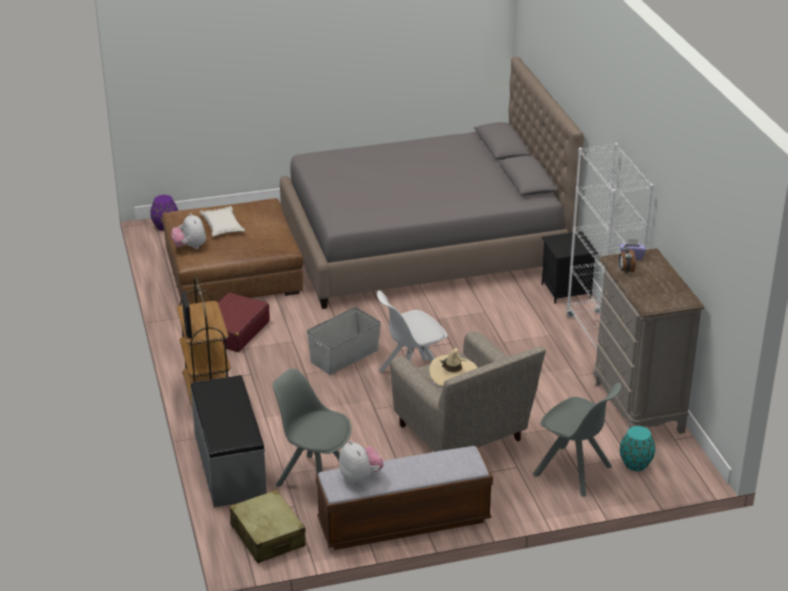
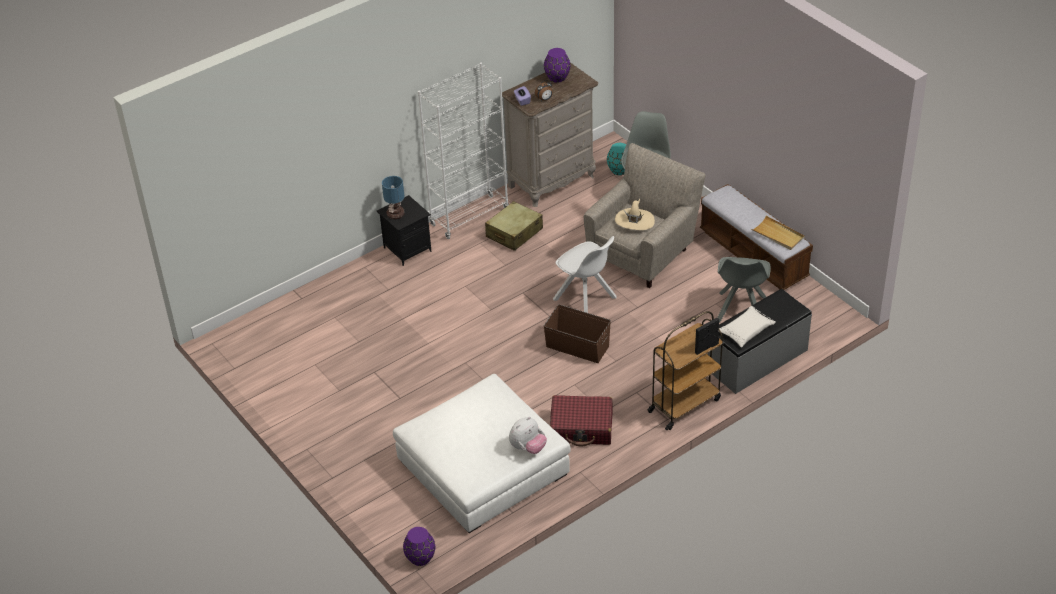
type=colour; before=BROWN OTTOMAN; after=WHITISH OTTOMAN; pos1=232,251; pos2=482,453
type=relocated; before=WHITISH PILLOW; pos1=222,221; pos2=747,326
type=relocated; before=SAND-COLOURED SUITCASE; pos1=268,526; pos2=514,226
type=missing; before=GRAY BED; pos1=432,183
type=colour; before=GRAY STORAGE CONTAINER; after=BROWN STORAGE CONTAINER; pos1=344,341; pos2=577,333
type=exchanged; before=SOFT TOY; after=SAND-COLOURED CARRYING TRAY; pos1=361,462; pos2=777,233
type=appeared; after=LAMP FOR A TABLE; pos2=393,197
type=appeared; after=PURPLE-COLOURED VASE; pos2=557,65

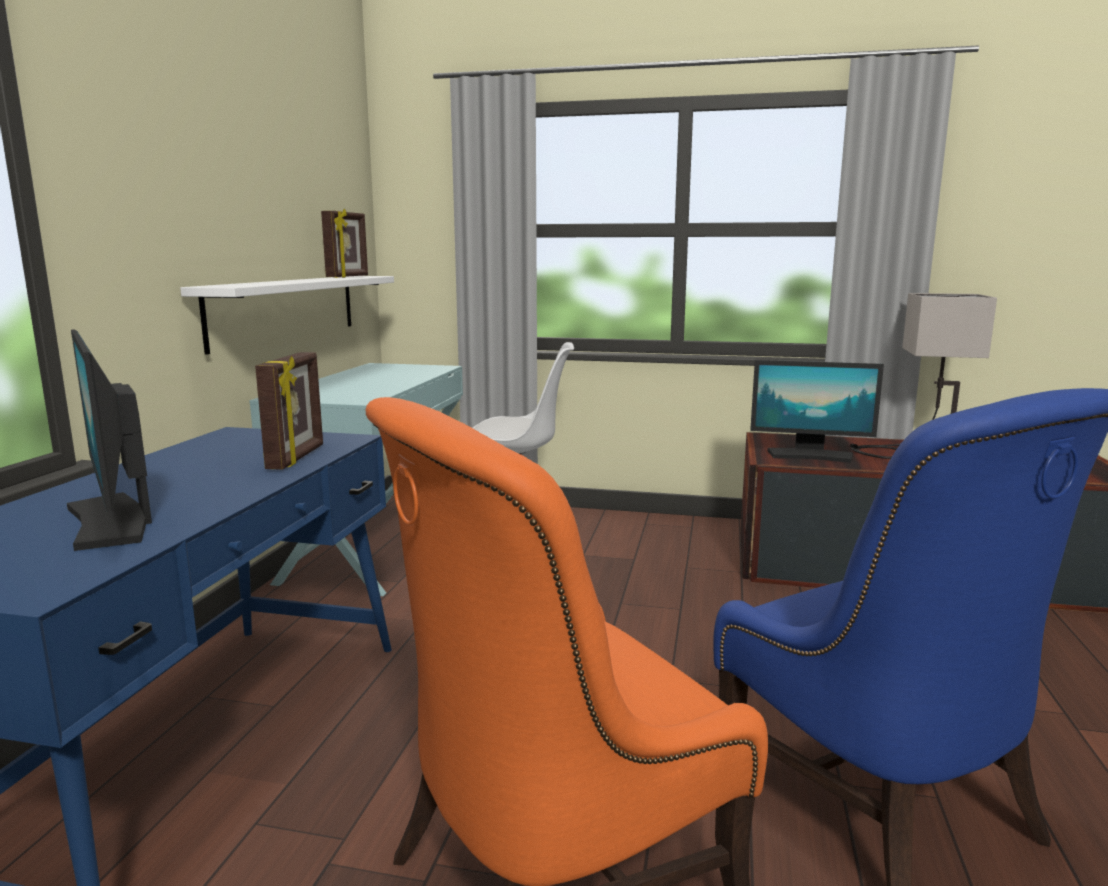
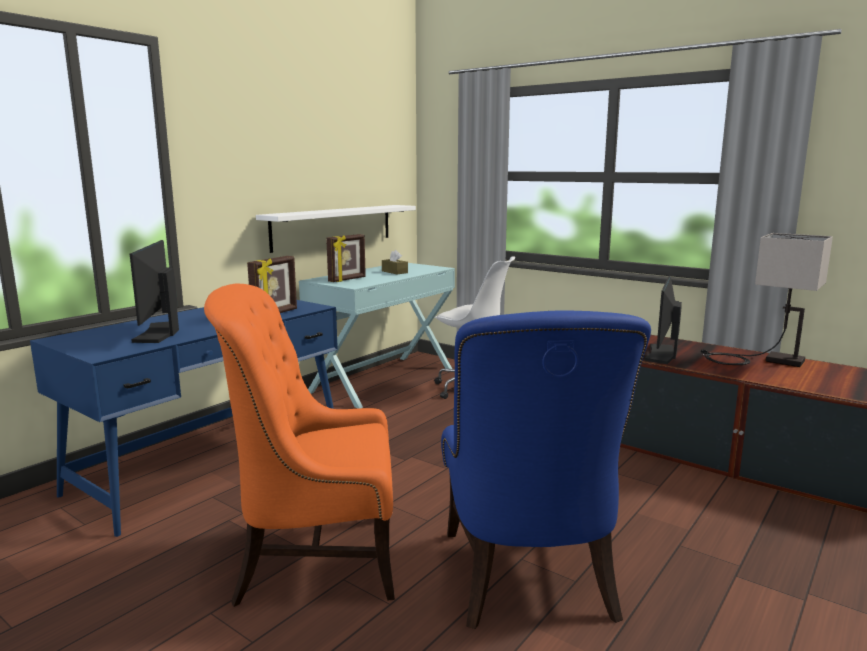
type=relocated; before=PHOTO FRAME; pos1=344,243; pos2=346,258
type=spun; before=MONITOR; pos1=817,411; pos2=663,320; turn=75
type=appeared; after=BROWN TISSUE HOLDER; pos2=395,262

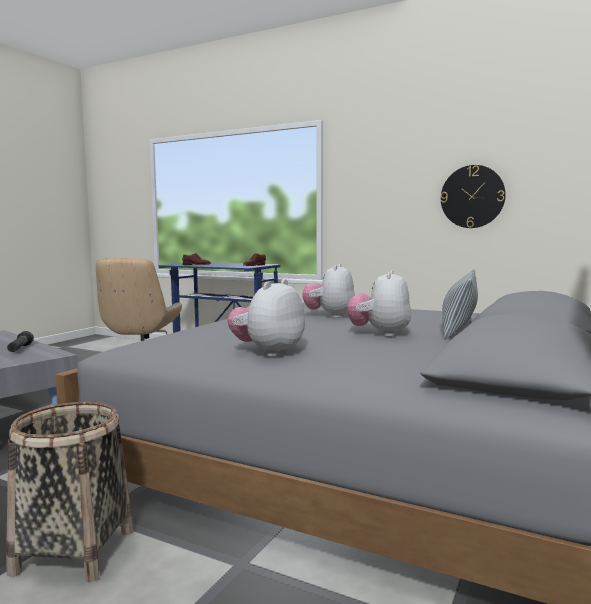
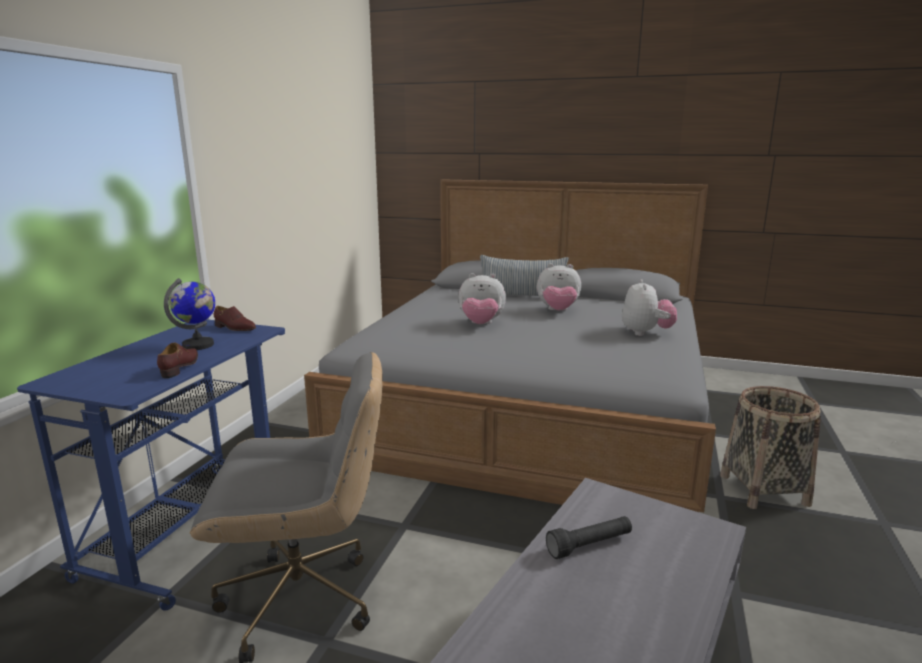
type=spun; before=SOFT TOY; pos1=266,318; pos2=649,307; turn=-105
type=missing; before=HANGING CLOCK; pos1=473,196
type=appeared; after=WORLD GLOBE; pos2=189,314

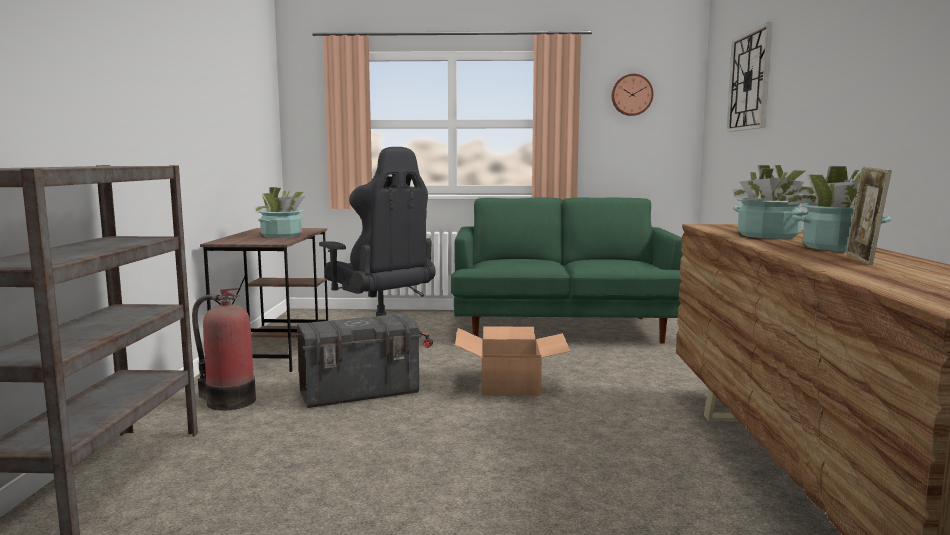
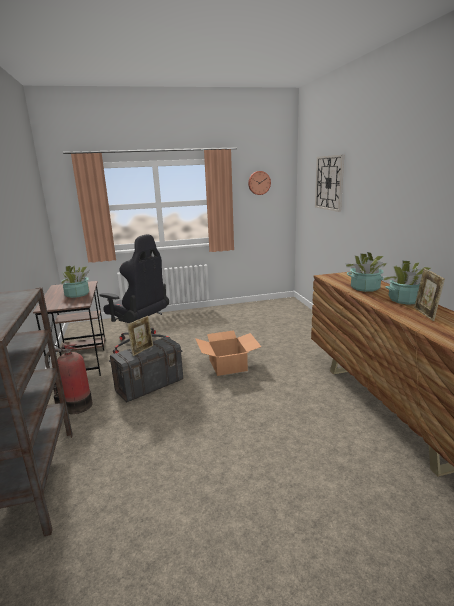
type=missing; before=GREEN SETTEE; pos1=567,270
type=appeared; after=PHOTO FRAME; pos2=140,336

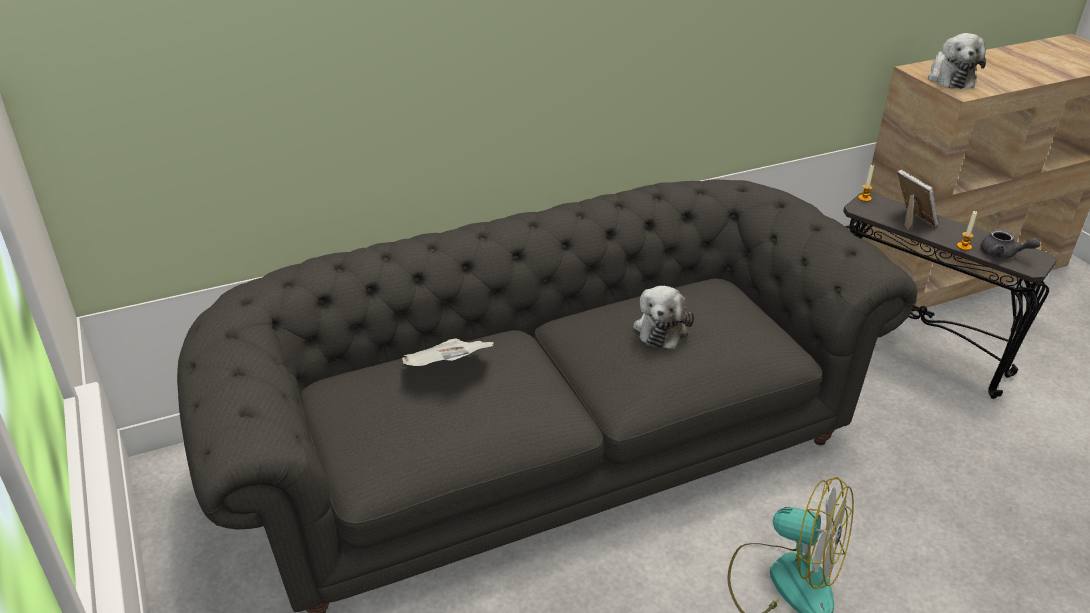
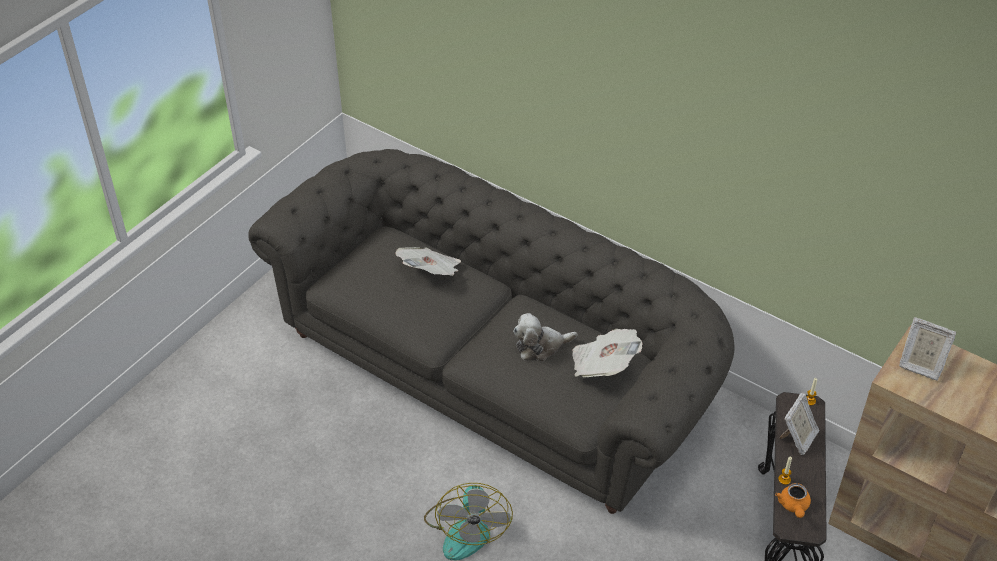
type=exchanged; before=SOFT TOY; after=PHOTO FRAME; pos1=957,61; pos2=927,348
type=colour; before=GRAY POT FOR TEA; after=ORANGE POT FOR TEA; pos1=1010,244; pos2=793,500
type=appeared; after=DAILY PAPER; pos2=607,353

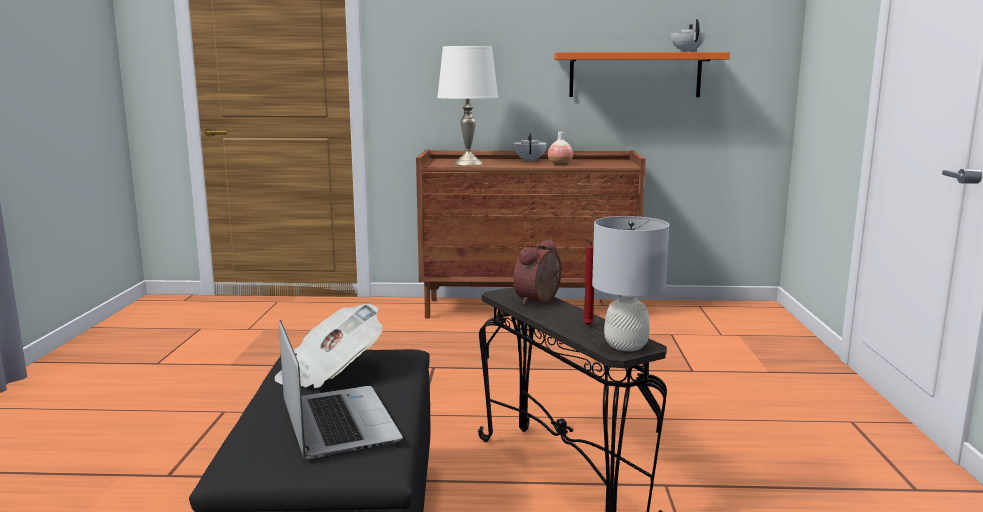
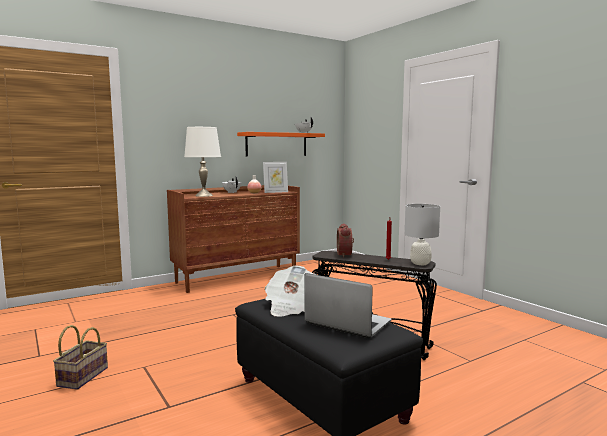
type=appeared; after=HOUSEHOLD BASKET; pos2=80,357
type=appeared; after=PHOTO FRAME; pos2=275,177

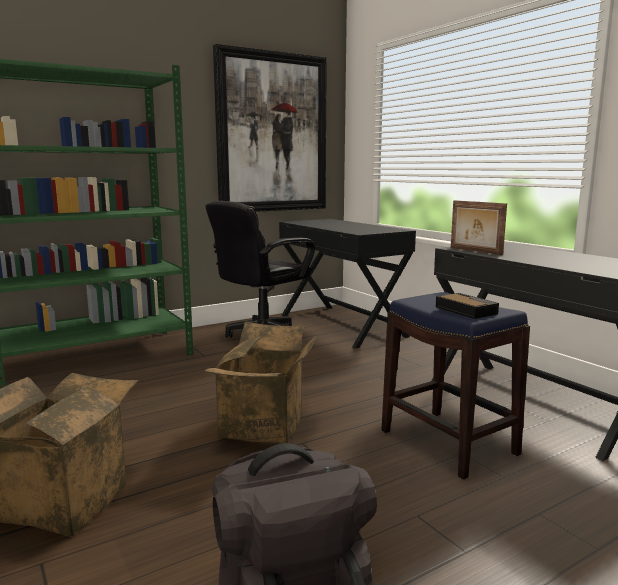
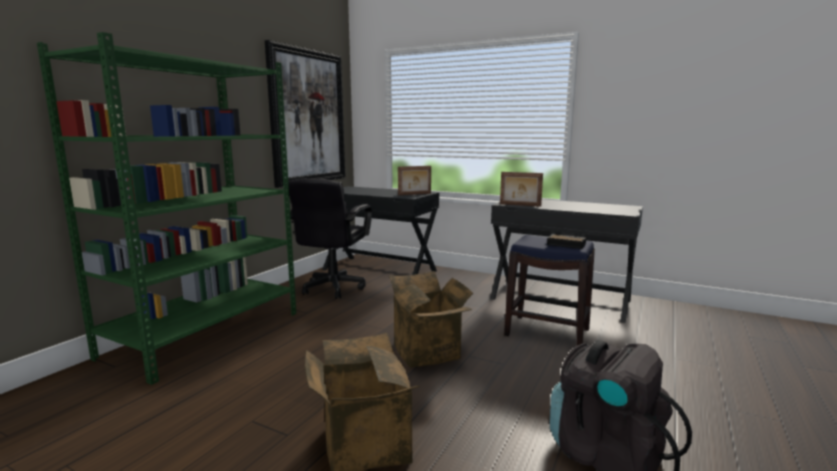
type=appeared; after=PHOTO FRAME; pos2=414,180

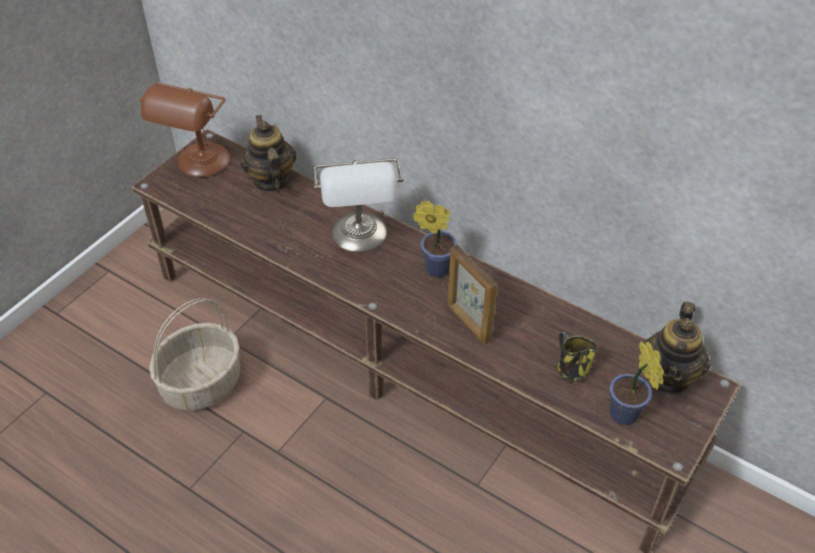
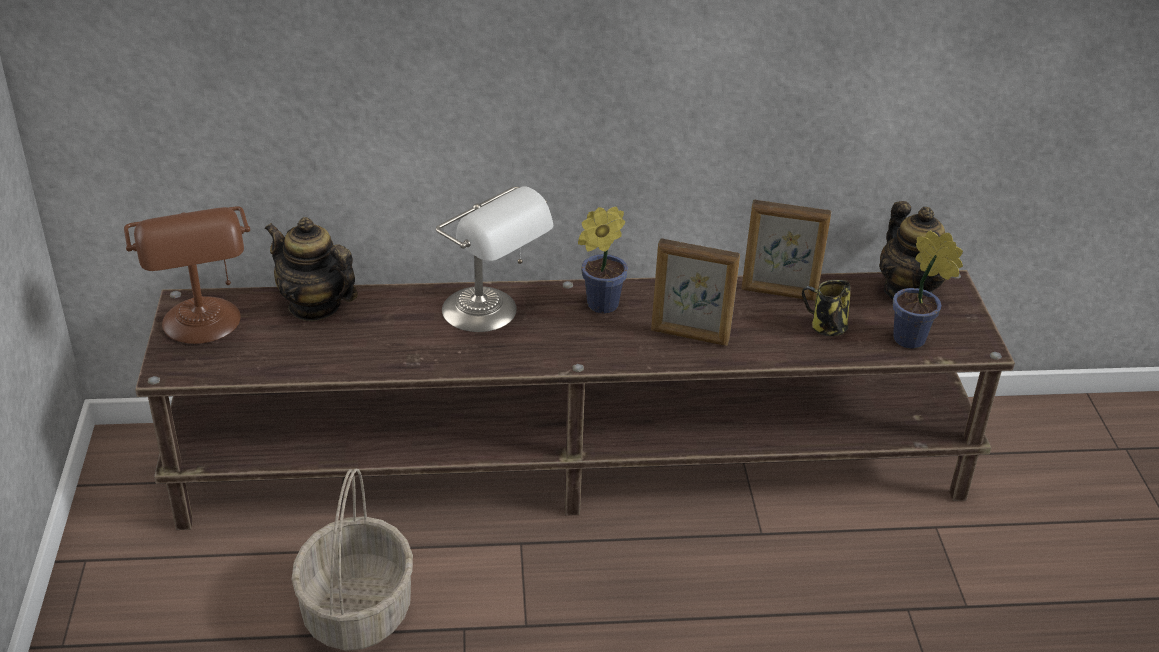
type=appeared; after=PHOTO FRAME; pos2=786,250

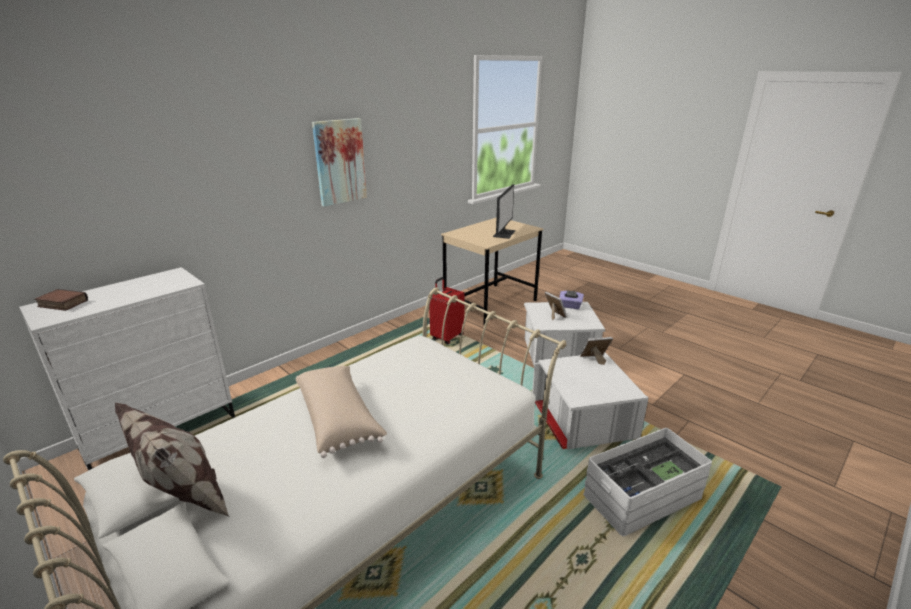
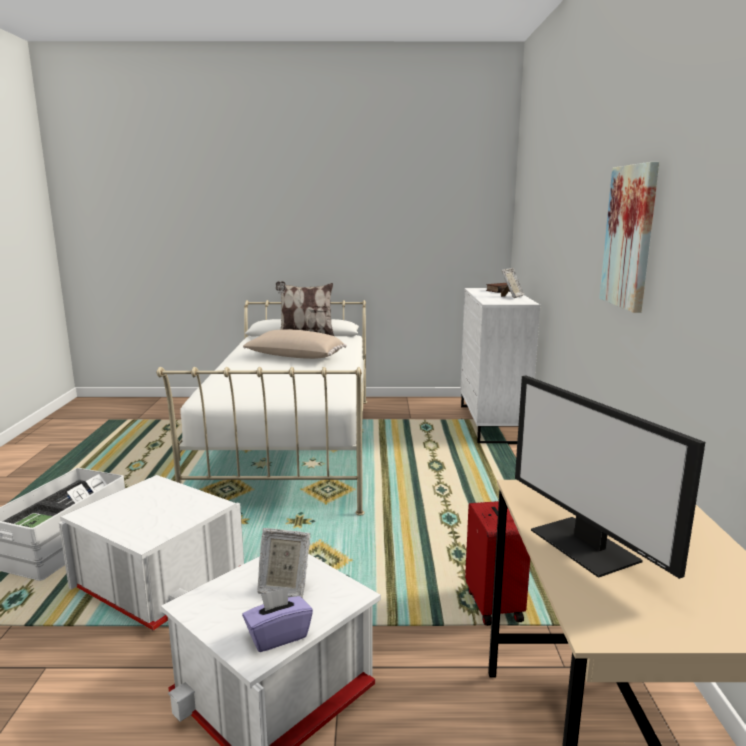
type=relocated; before=PHOTO FRAME; pos1=596,351; pos2=512,283

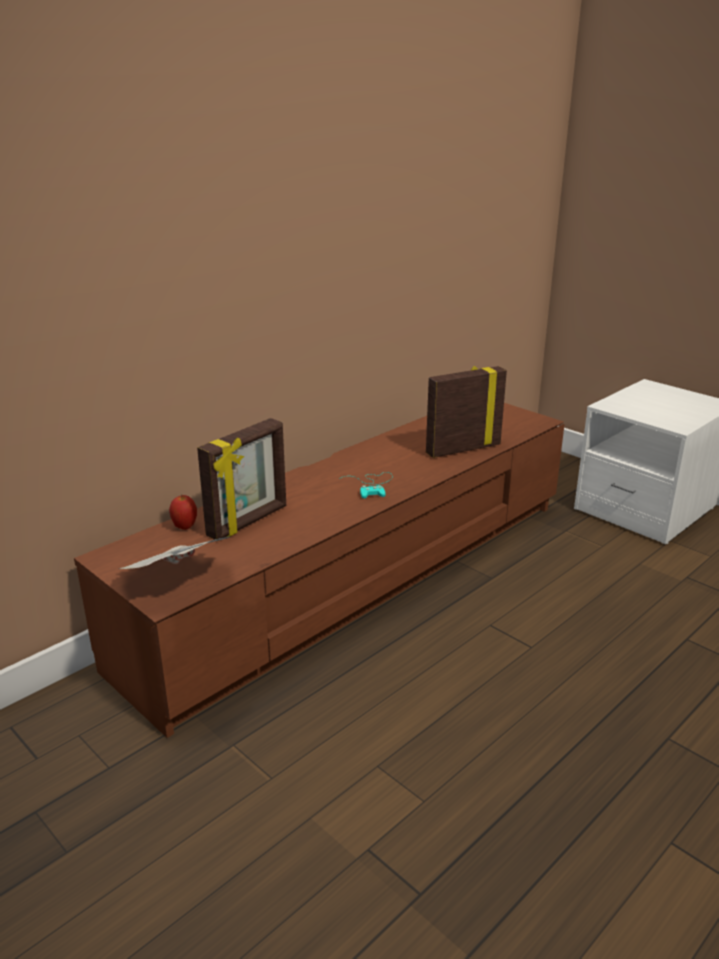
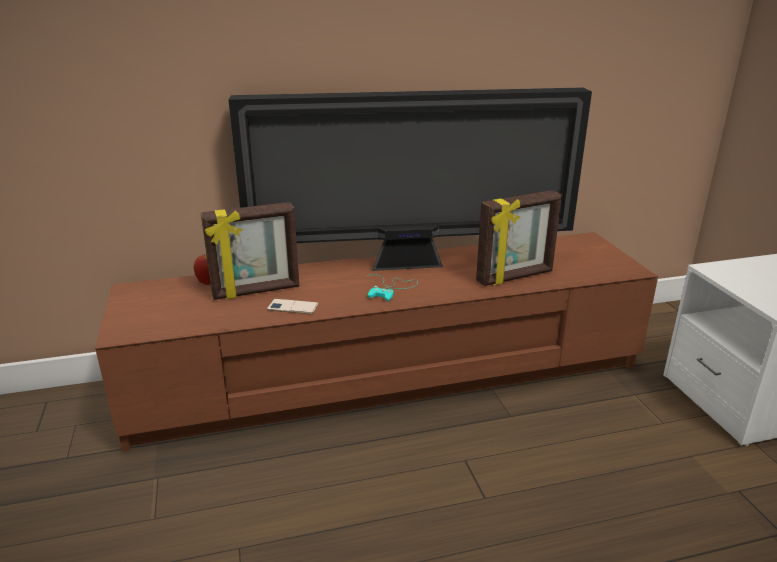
type=missing; before=DAILY PAPER; pos1=174,553
type=spun; before=PHOTO FRAME; pos1=466,412; pos2=519,238; turn=150
type=appeared; after=TV SET; pos2=410,179
type=appeared; after=TELEPHONE; pos2=293,306

